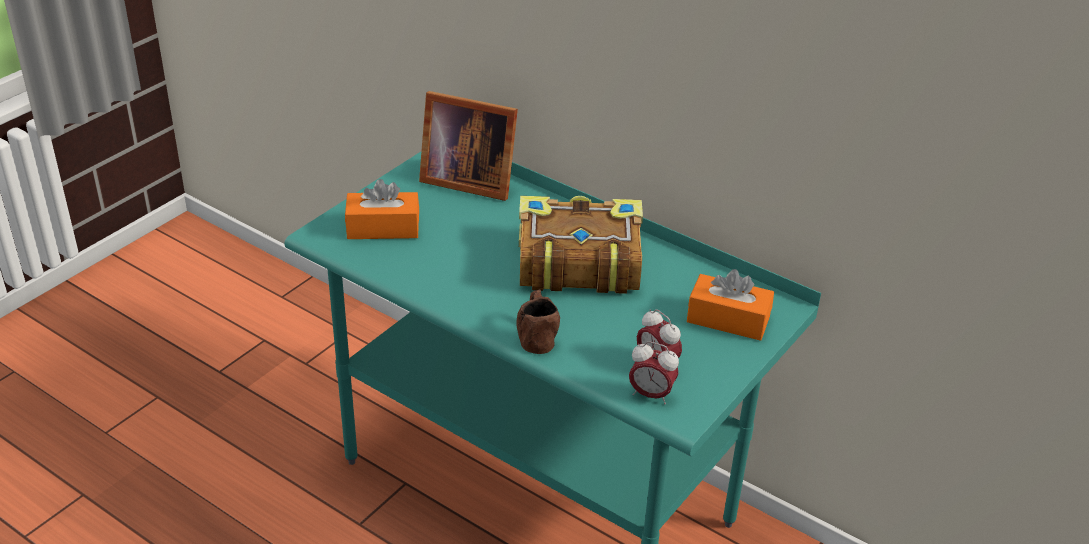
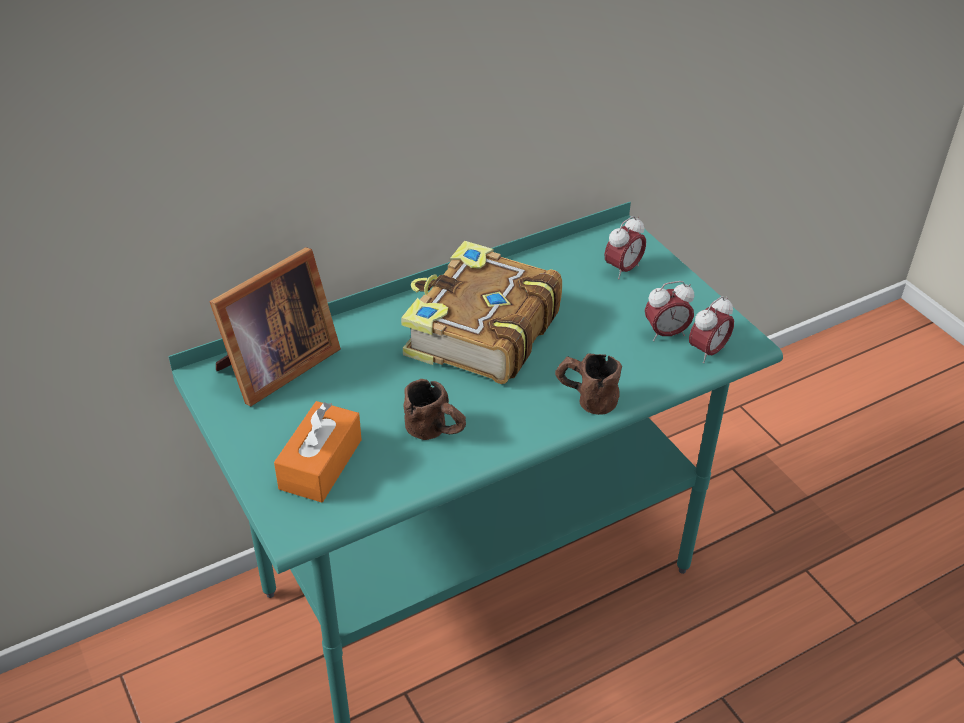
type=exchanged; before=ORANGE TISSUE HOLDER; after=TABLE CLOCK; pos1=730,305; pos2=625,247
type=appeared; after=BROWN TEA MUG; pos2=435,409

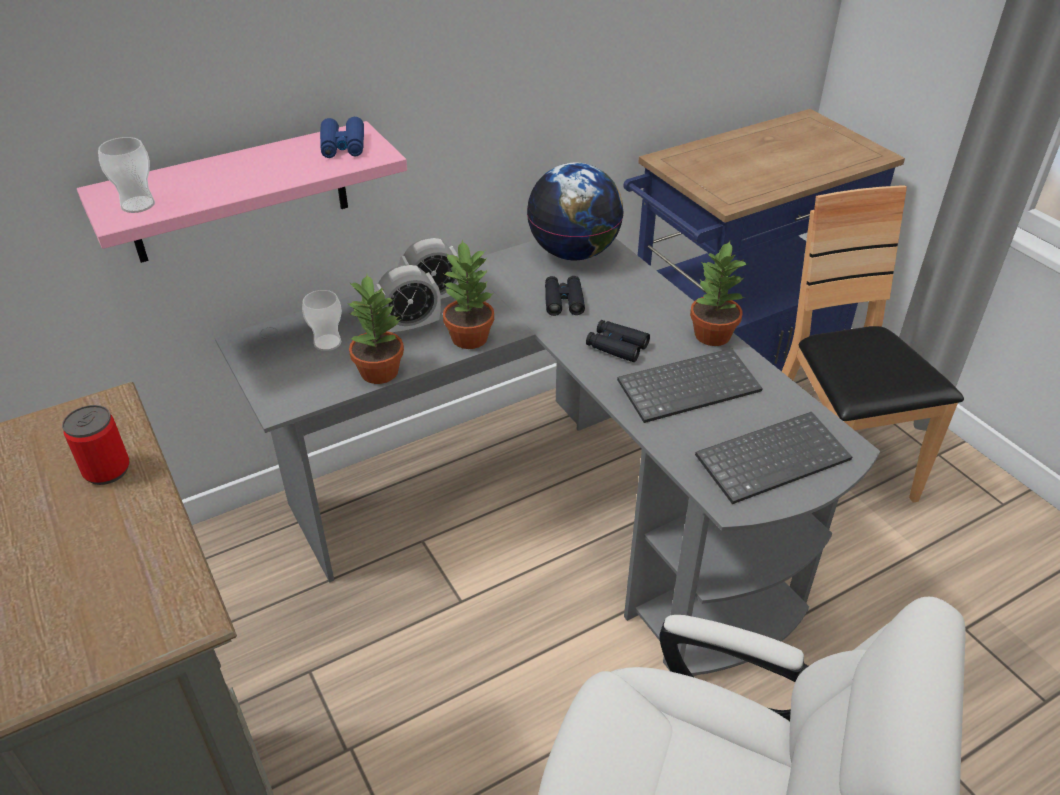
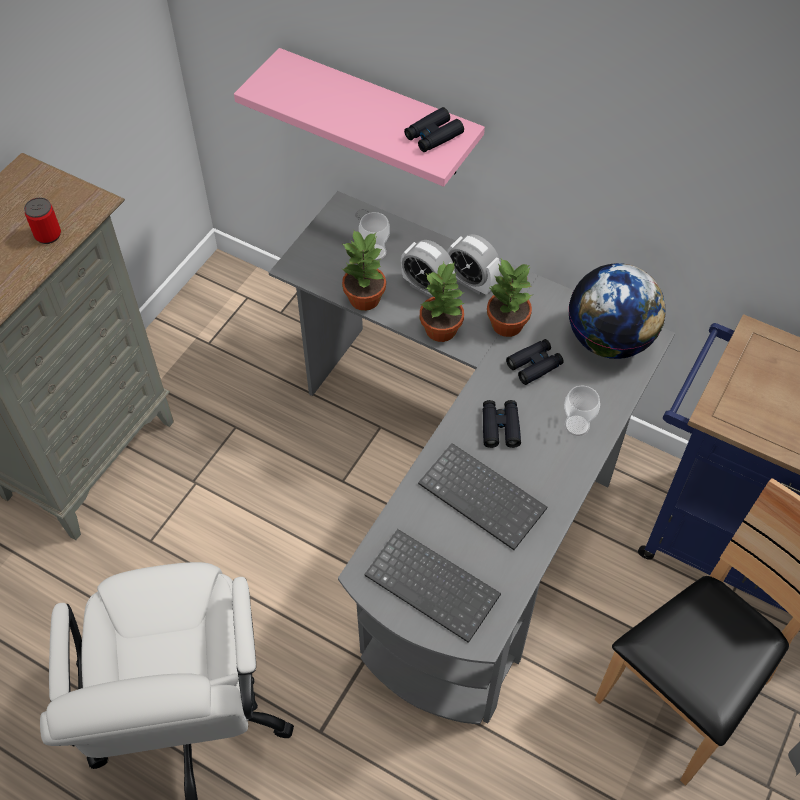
type=relocated; before=SMALL CUP; pos1=126,175; pos2=582,411
type=colour; before=BLUE-COLOURED BINOCULARS; after=BLACK BINOCULARS; pos1=342,137; pos2=434,129
type=relocated; before=PLANT IN A POT; pos1=718,293; pos2=509,298

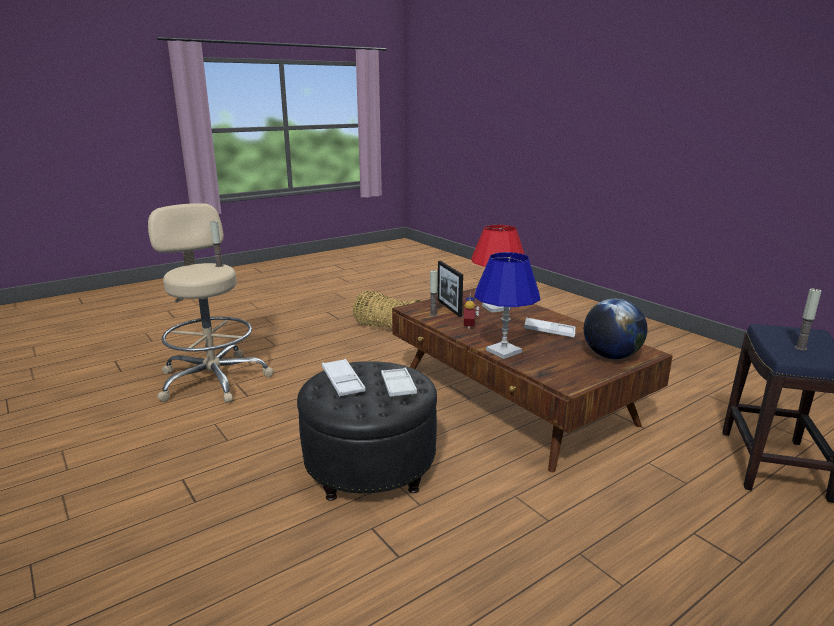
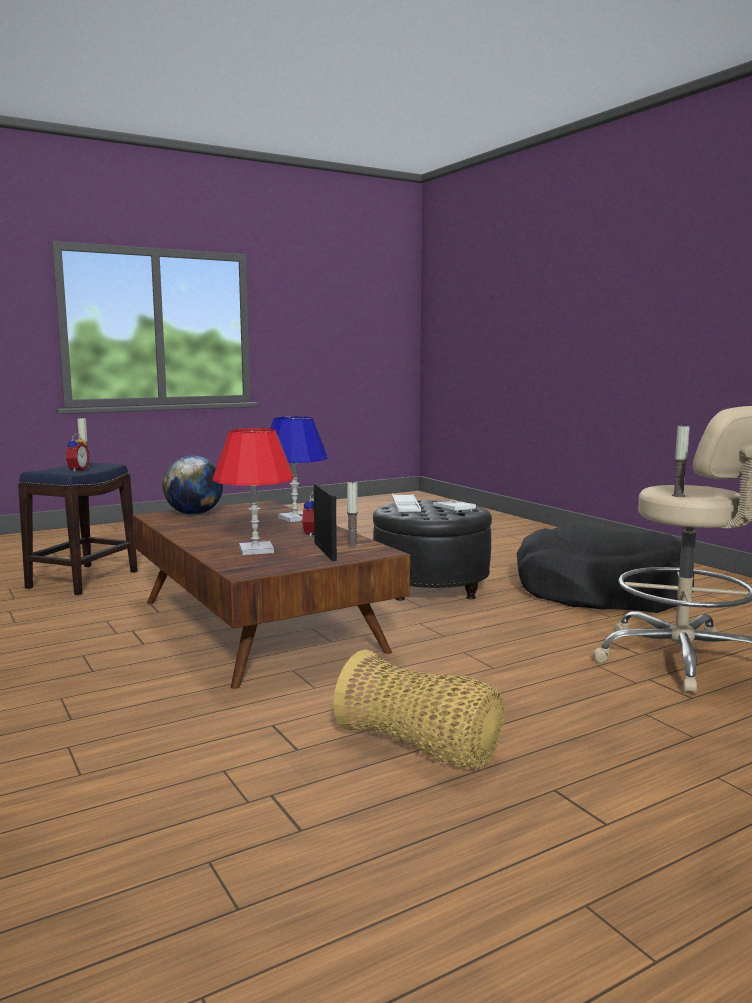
type=missing; before=WHITISH CARRYING TRAY; pos1=549,328
type=appeared; after=TABLE CLOCK; pos2=76,452
type=appeared; after=BLACK DOG CUSHION; pos2=605,568

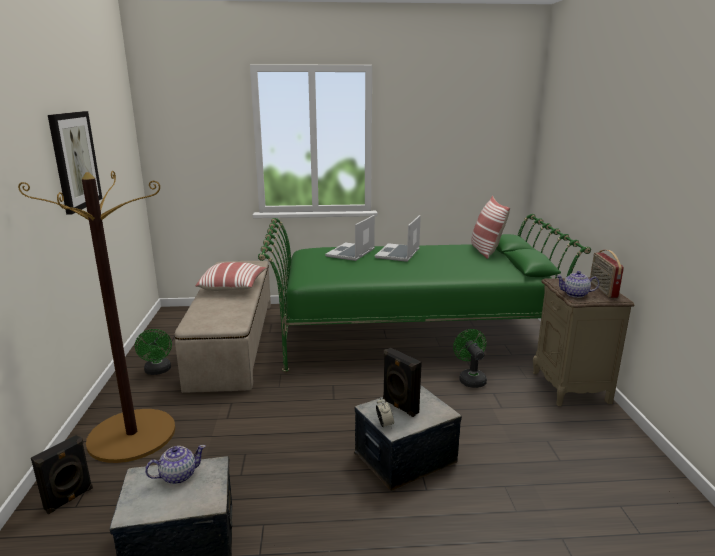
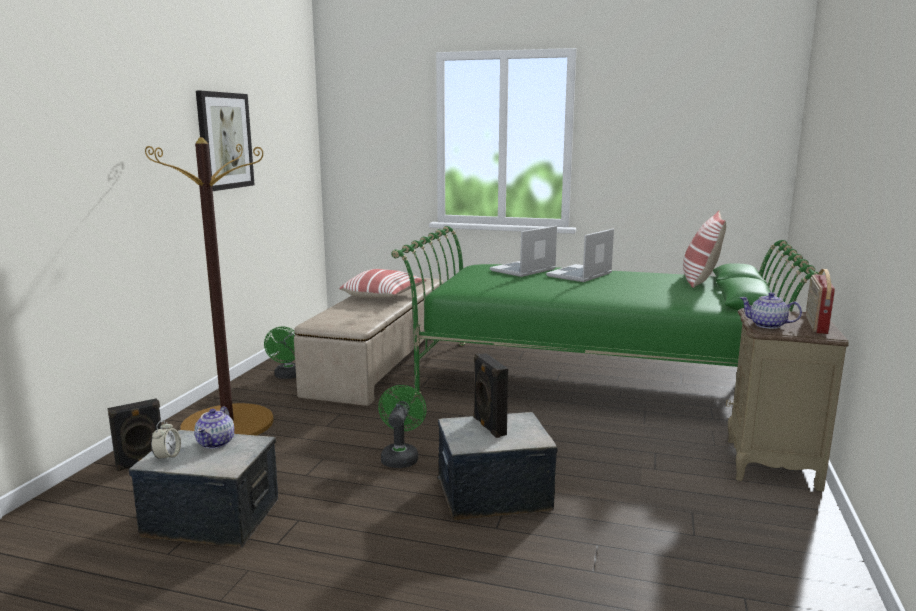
type=spun; before=POT FOR TEA; pos1=175,464; pos2=214,427; turn=105
type=relocated; before=TABLE CLOCK; pos1=385,412; pos2=166,440
type=relocated; before=GREEN COOLING FAN; pos1=470,358; pos2=402,426

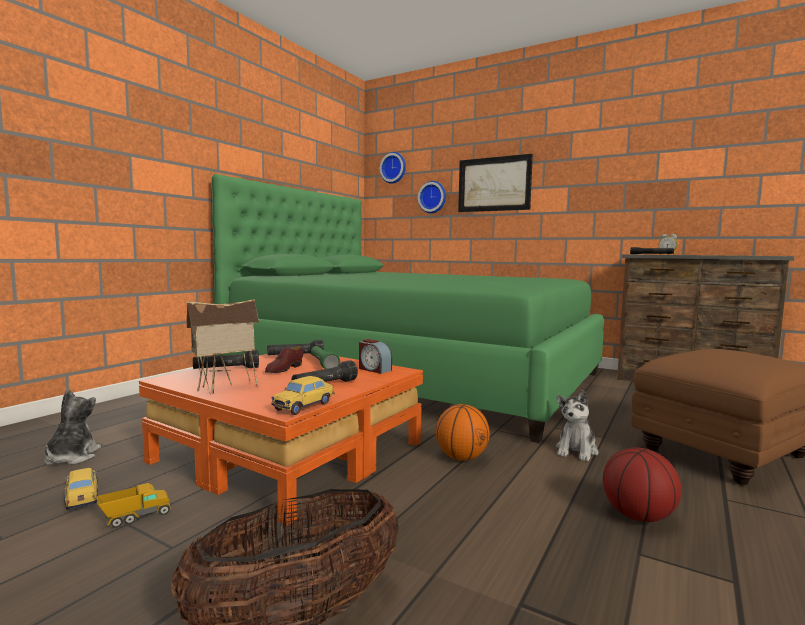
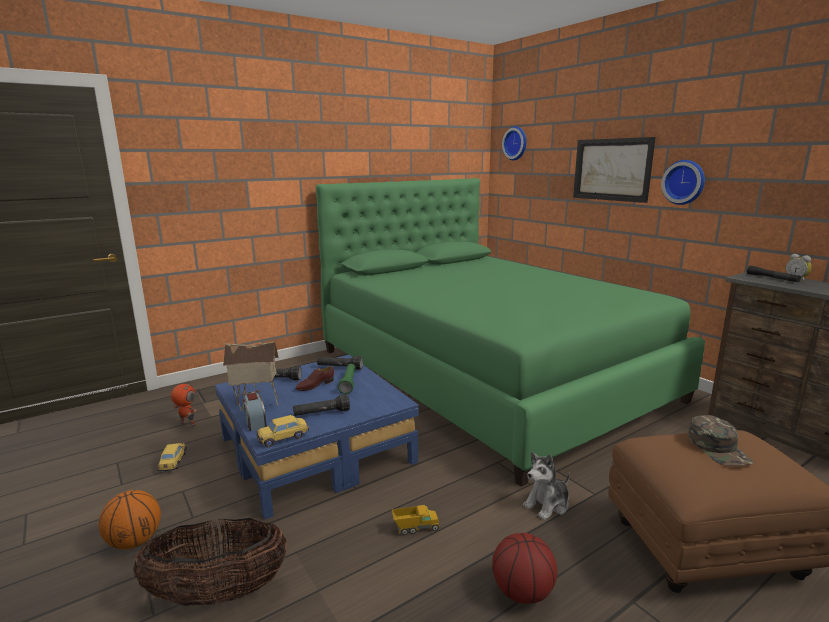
type=exchanged; before=SOFT TOY; after=MODEL ROBOT; pos1=72,427; pos2=184,405
type=relocated; before=TOY TRUCK; pos1=134,505; pos2=416,520
type=colour; before=ORANGE LOUNGE TABLE; after=BLUE-COLOURED LOUNGE TABLE; pos1=281,439; pos2=317,437
type=relocated; before=TABLE CLOCK; pos1=375,356; pos2=255,412
type=relocated; before=HANGING CLOCK; pos1=432,197; pos2=683,182
type=relocated; before=BASKETBALL BALL; pos1=463,432; pos2=130,519
type=appeared; after=GREEN CAP; pos2=721,440

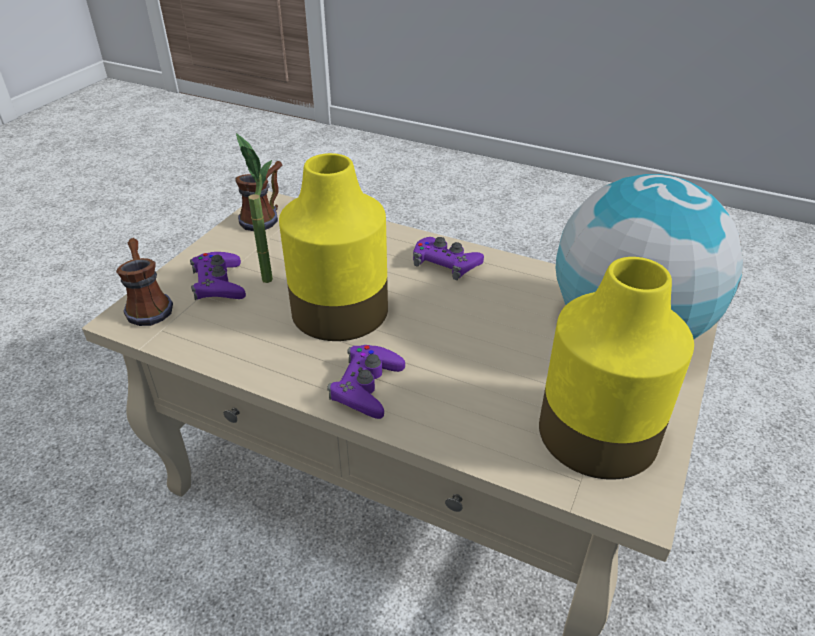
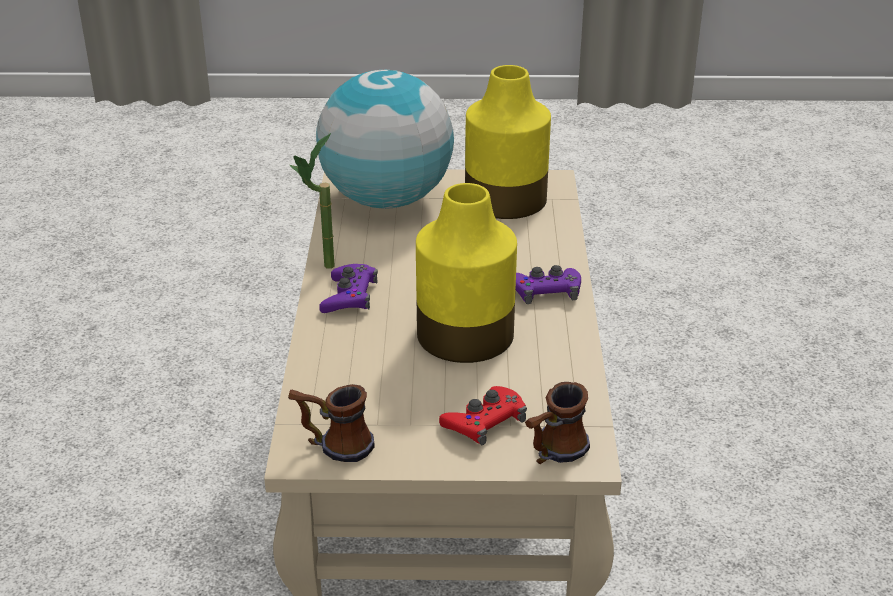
type=colour; before=PURPLE-COLOURED JOYPAD; after=RED JOYPAD; pos1=218,276; pos2=483,415
type=relocated; before=PLANT IN A POT; pos1=254,208; pos2=312,201

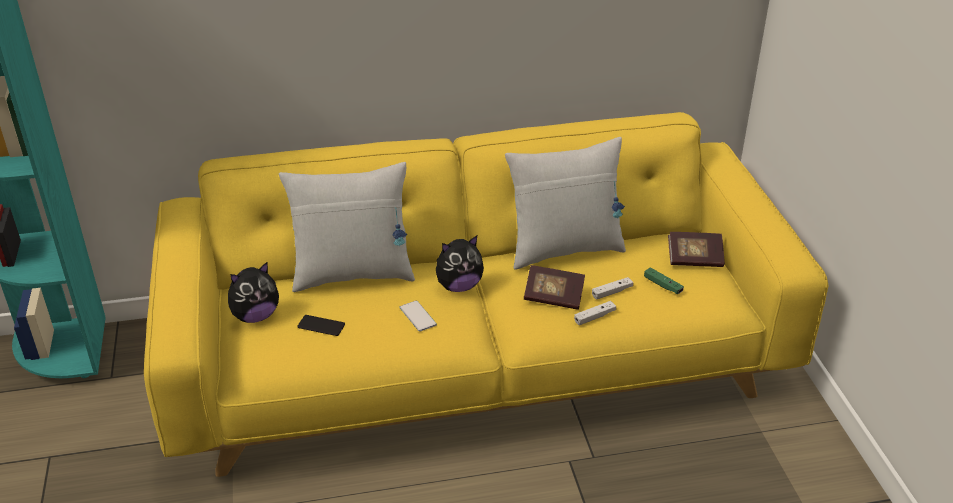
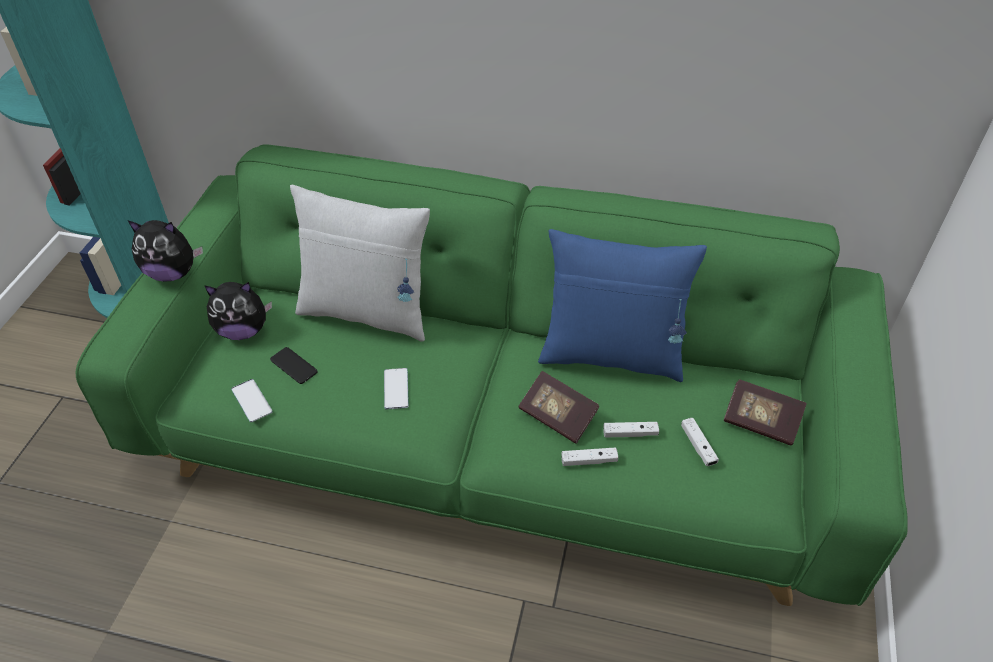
type=colour; before=YELLOWISH SETTEE; after=GREEN SETTEE; pos1=486,294; pos2=492,375
type=relocated; before=SOFT TOY; pos1=460,264; pos2=165,251
type=colour; before=GRAY PILLOW; after=BLUE-COLOURED PILLOW; pos1=565,203; pos2=622,305
type=colour; before=GREEN JOYPAD; after=WHITISH JOYPAD; pos1=664,280; pos2=700,442
type=appeared; after=TELEPHONE; pos2=252,400

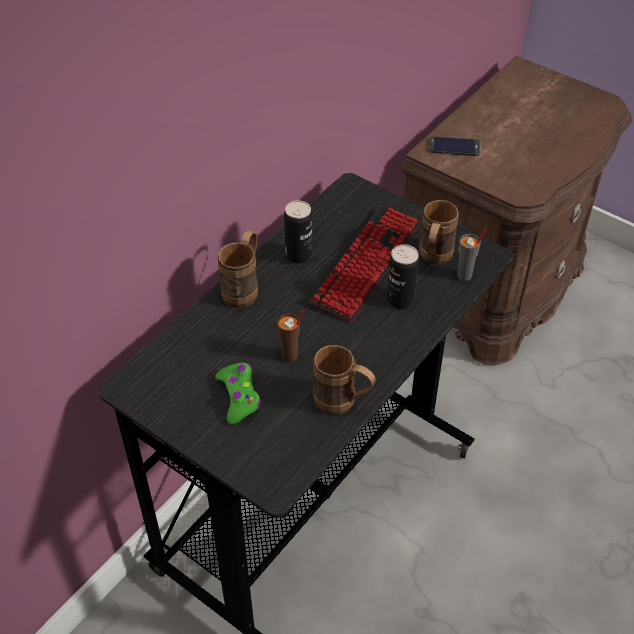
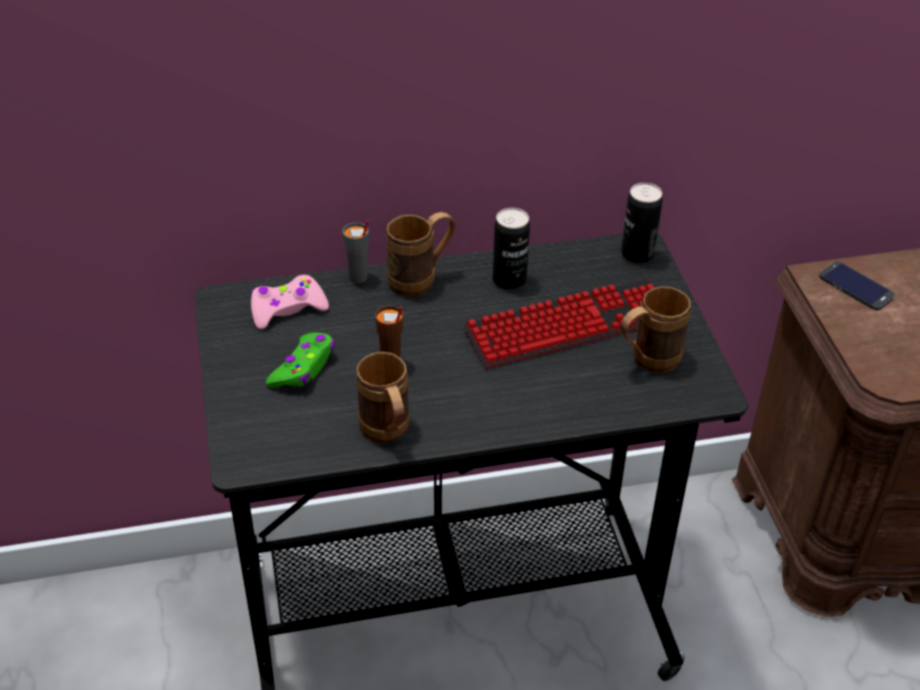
type=relocated; before=CAN; pos1=403,276; pos2=642,223
type=relocated; before=GRAY SMALL CUP; pos1=471,254; pos2=355,251
type=appeared; after=PINK-COLOURED JOYPAD; pos2=290,302

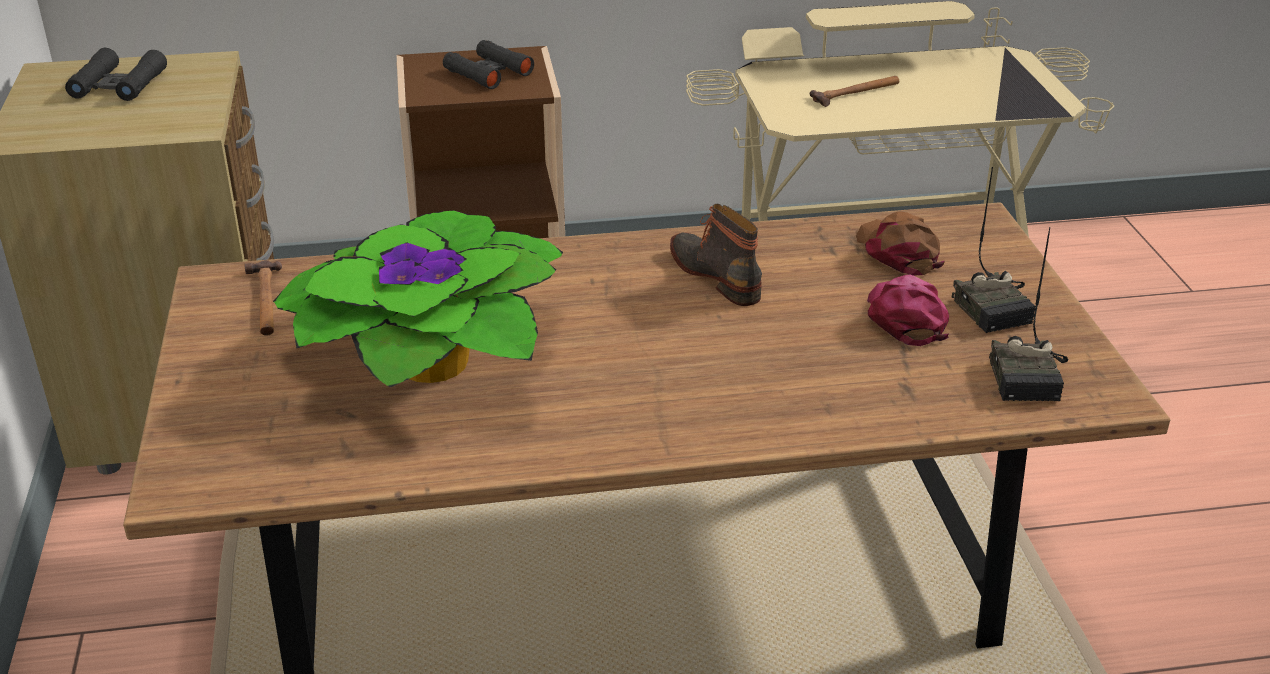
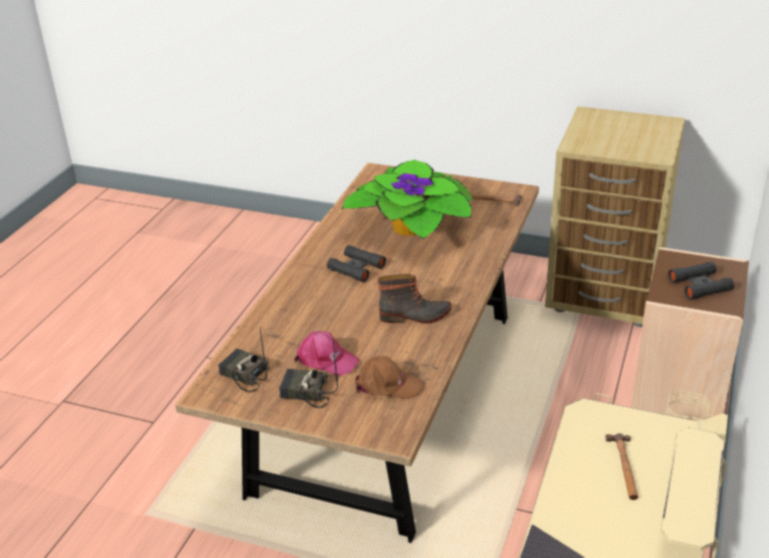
type=relocated; before=BLACK BINOCULARS; pos1=116,74; pos2=356,264

